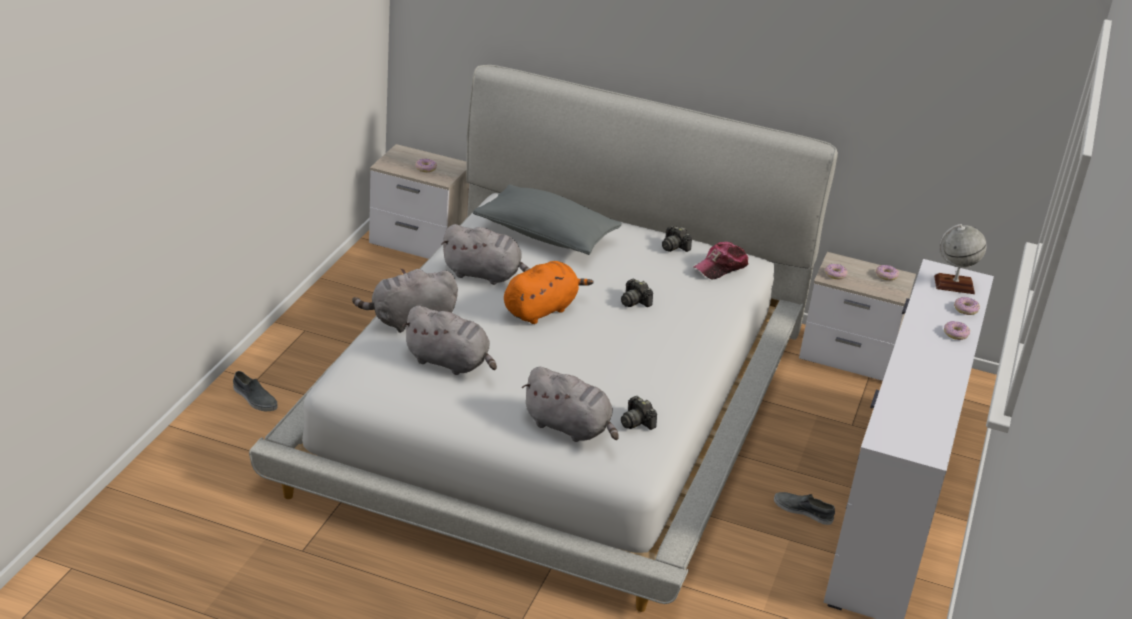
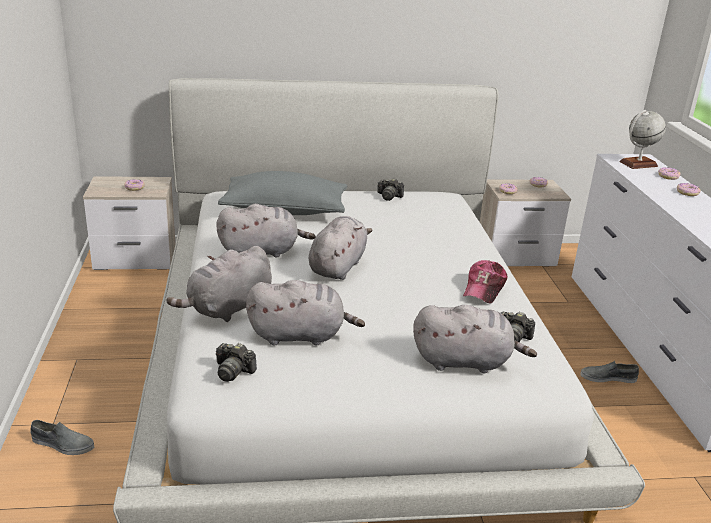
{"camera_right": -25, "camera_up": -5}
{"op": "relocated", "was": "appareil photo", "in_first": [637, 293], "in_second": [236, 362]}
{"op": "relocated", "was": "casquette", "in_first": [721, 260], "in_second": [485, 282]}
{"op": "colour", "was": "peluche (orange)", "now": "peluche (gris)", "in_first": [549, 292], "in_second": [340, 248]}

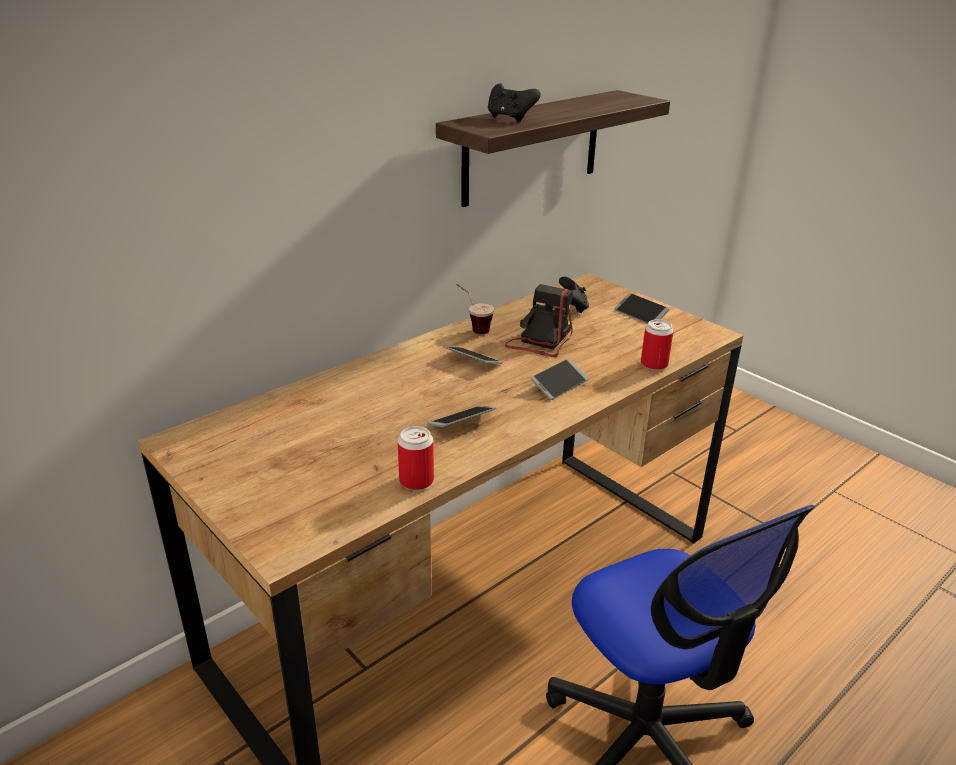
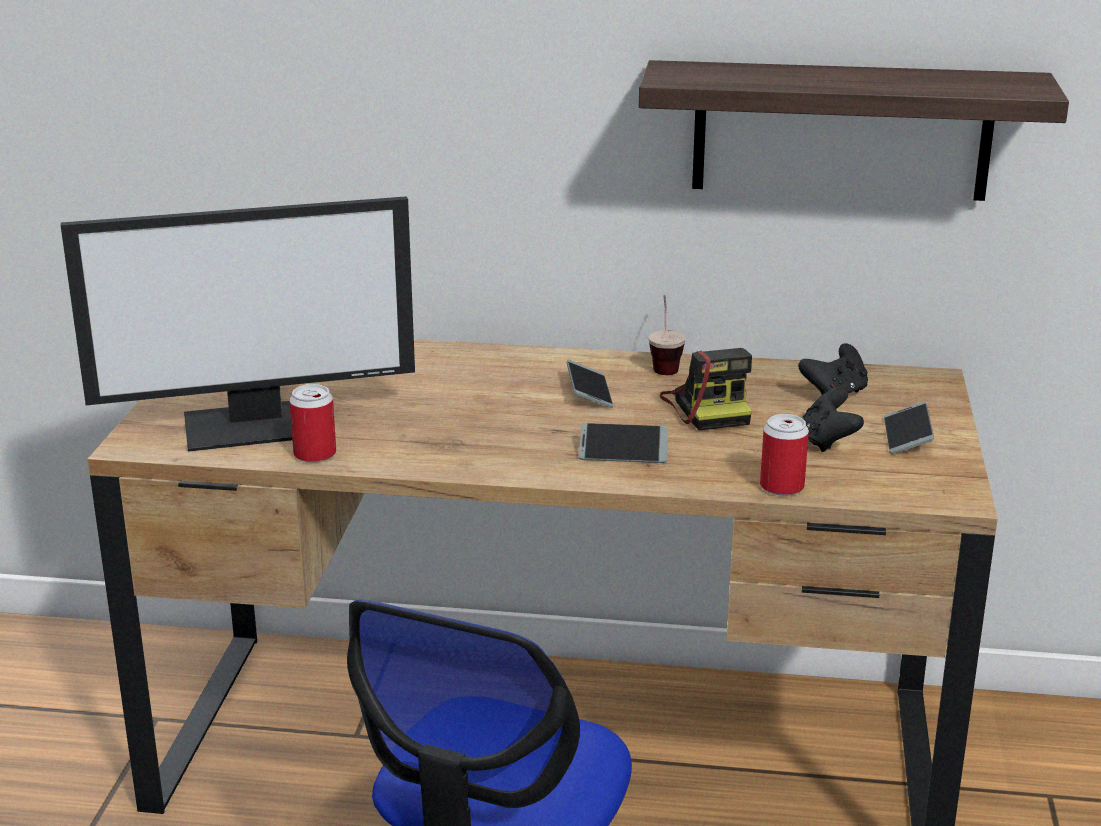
{"camera_right": 50, "camera_up": -5}
{"op": "missing", "was": "téléphone", "in_first": [462, 416]}
{"op": "appeared", "now": "écran d'ordinateur", "in_second": [238, 324]}
{"op": "relocated", "was": "manette (noir)", "in_first": [514, 102], "in_second": [833, 419]}
{"op": "spun", "was": "appareil photo", "in_first": [539, 320], "in_second": [706, 389], "clockwise": 90}

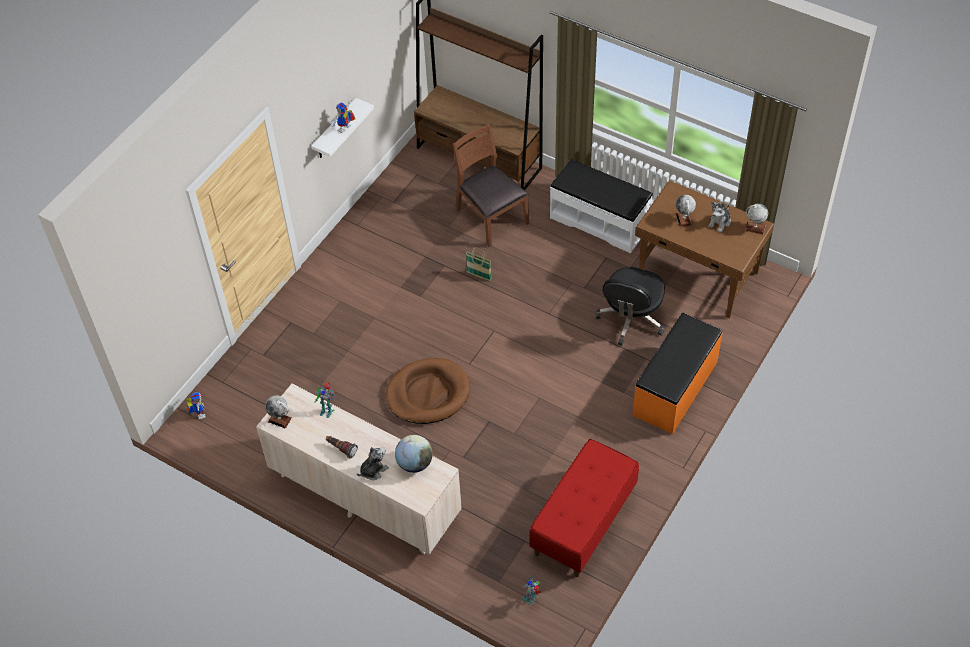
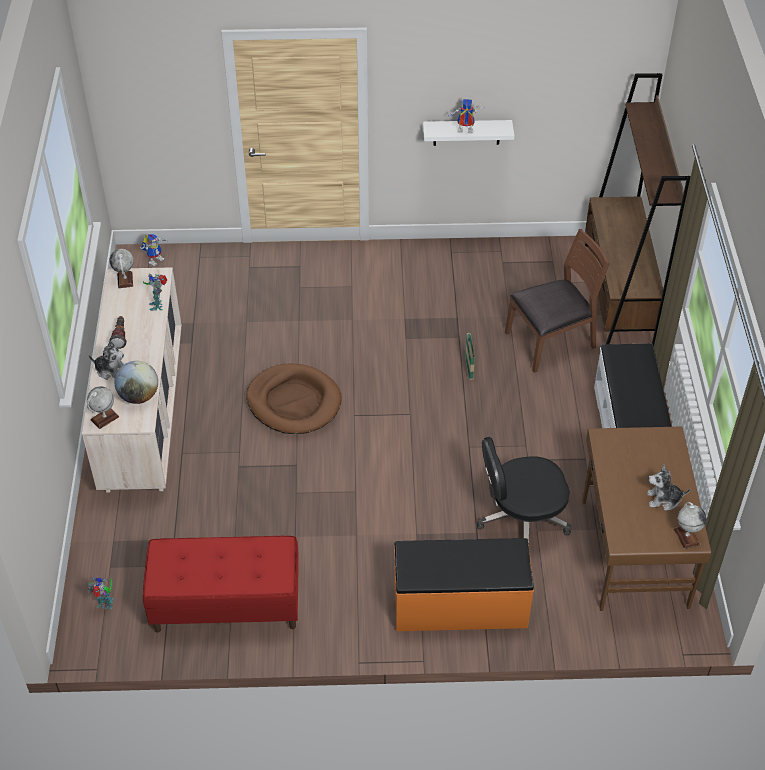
{"camera_right": 55, "camera_up": -5}
{"op": "relocated", "was": "globe", "in_first": [685, 211], "in_second": [103, 407]}
{"op": "spun", "was": "chaise (marron)", "in_first": [490, 185], "in_second": [557, 301], "clockwise": 45}

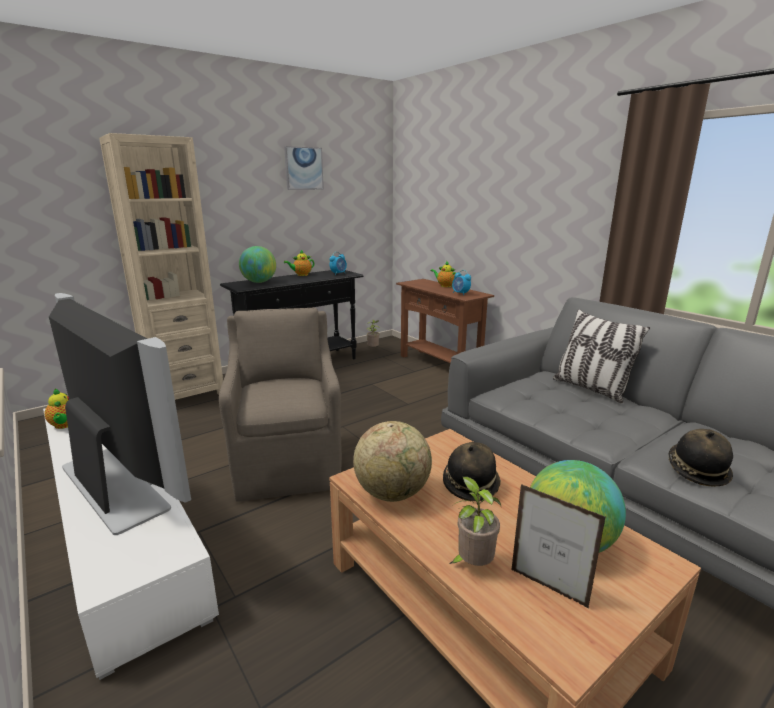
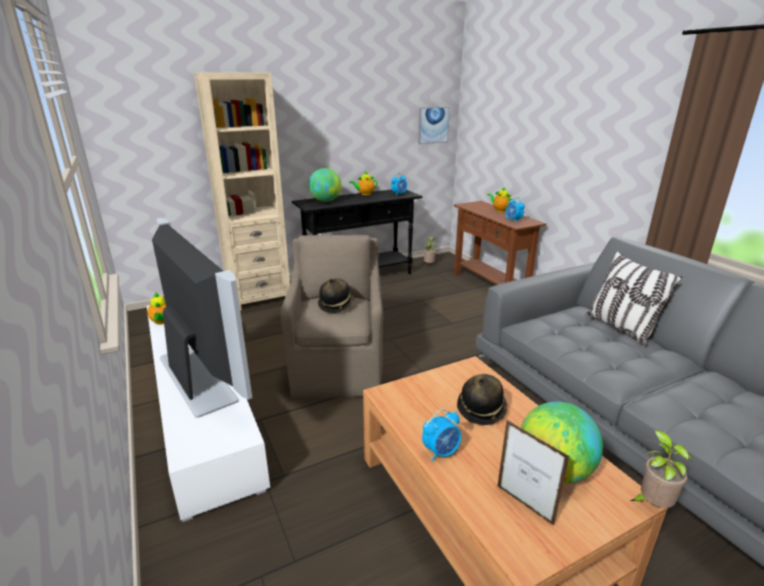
{"camera_right": 10, "camera_up": 5}
{"op": "missing", "was": "globe", "in_first": [392, 461]}
{"op": "appeared", "now": "réveil", "in_second": [441, 436]}
{"op": "relocated", "was": "tableau", "in_first": [304, 168], "in_second": [434, 126]}
{"op": "relocated", "was": "plante en pot", "in_first": [475, 521], "in_second": [661, 469]}
{"op": "relocated", "was": "chapeau", "in_first": [700, 458], "in_second": [336, 295]}

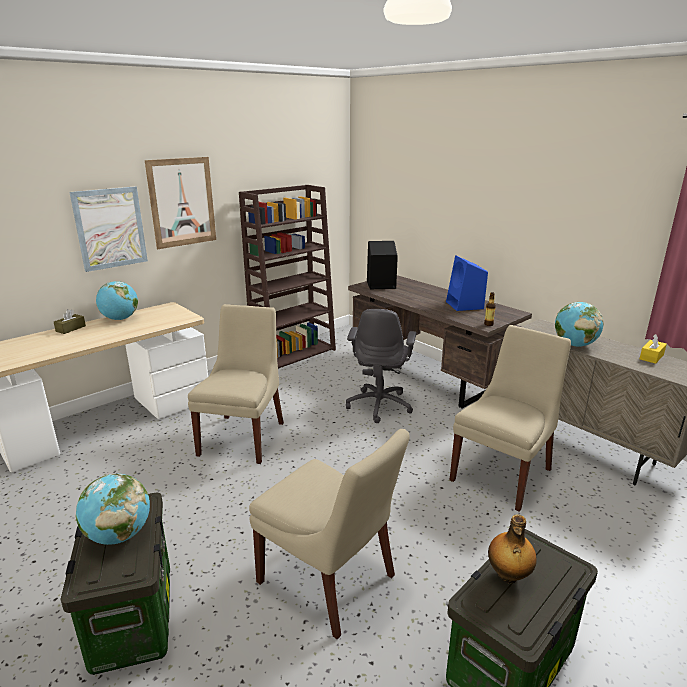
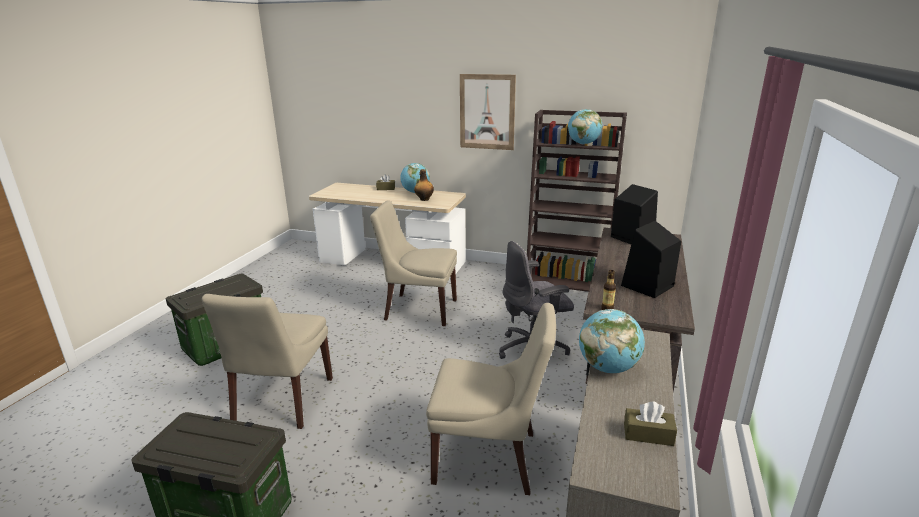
{"camera_right": 60, "camera_up": 0}
{"op": "missing", "was": "tableau", "in_first": [108, 229]}
{"op": "relocated", "was": "globe", "in_first": [113, 509], "in_second": [585, 126]}
{"op": "relocated", "was": "bouteille", "in_first": [512, 549], "in_second": [424, 185]}
{"op": "colour", "was": "enceinte (bleu)", "now": "enceinte (noir)", "in_first": [467, 283], "in_second": [651, 259]}
{"op": "colour", "was": "boîte à mouchoirs (jaune)", "now": "boîte à mouchoirs (marron)", "in_first": [653, 349], "in_second": [650, 424]}
{"op": "spun", "was": "chaise (beige)", "in_first": [236, 384], "in_second": [413, 263], "clockwise": -150}

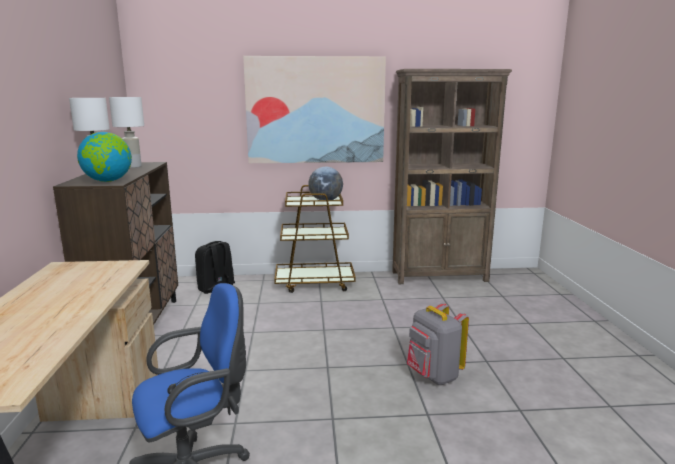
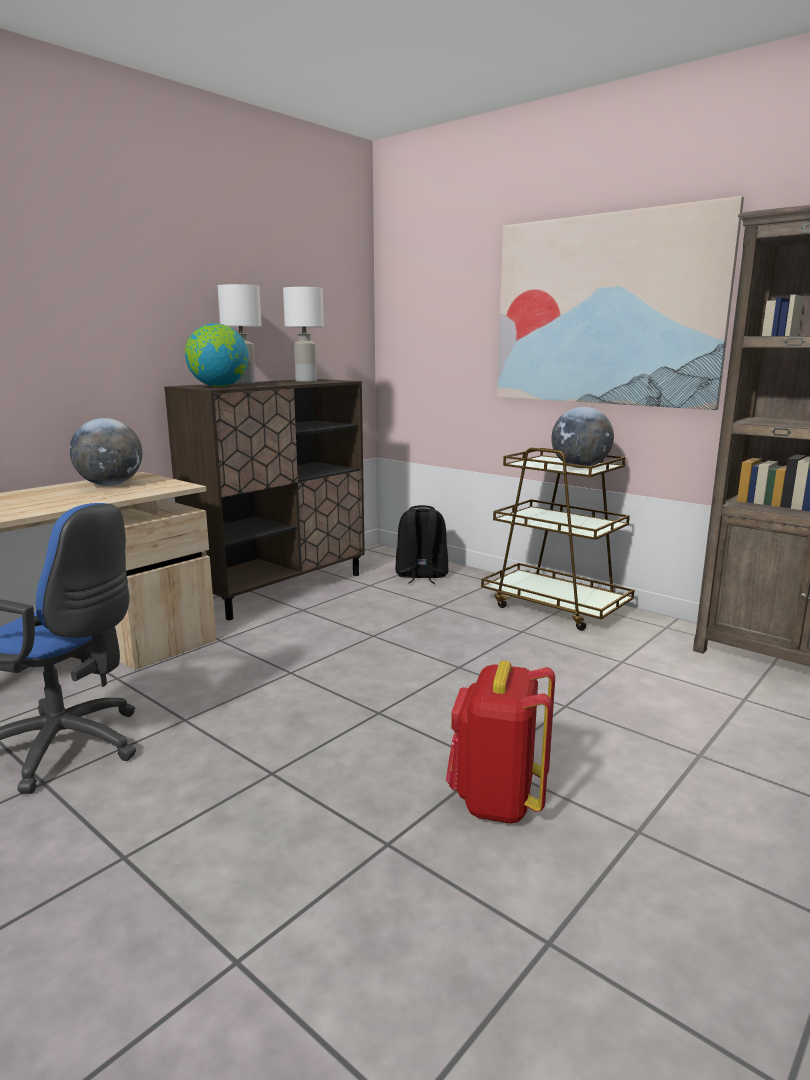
{"camera_right": 45, "camera_up": 0}
{"op": "appeared", "now": "globe", "in_second": [105, 452]}
{"op": "colour", "was": "sac à dos (gris)", "now": "sac à dos (rouge)", "in_first": [438, 344], "in_second": [500, 742]}

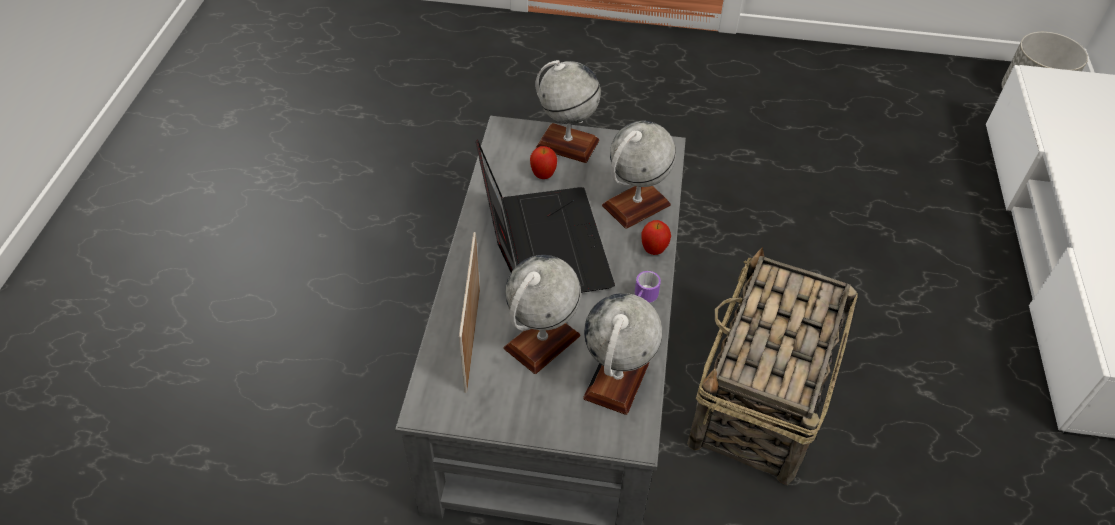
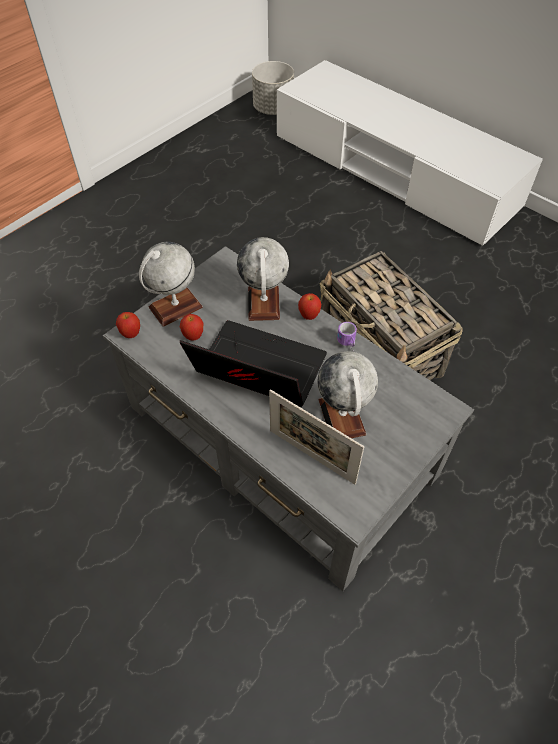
{"camera_right": -55, "camera_up": 5}
{"op": "missing", "was": "globe", "in_first": [623, 354]}
{"op": "appeared", "now": "pomme", "in_second": [128, 325]}

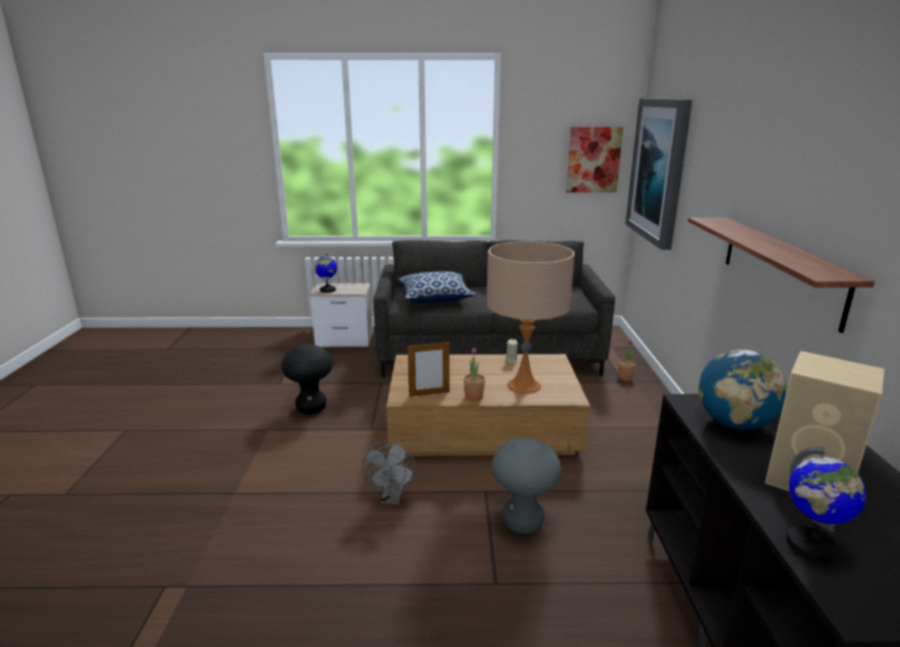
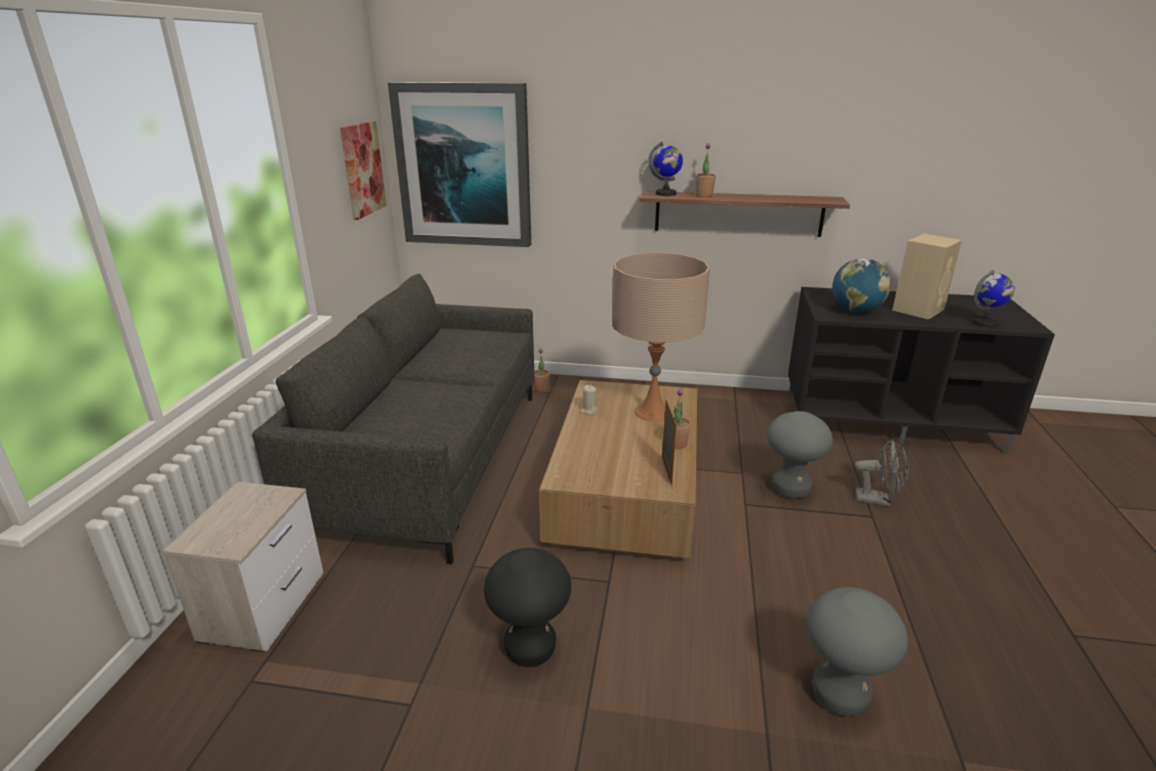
{"camera_right": -80, "camera_up": 5}
{"op": "missing", "was": "coussin", "in_first": [437, 287]}
{"op": "appeared", "now": "plante en pot", "in_second": [705, 170]}
{"op": "appeared", "now": "tabouret (gris)", "in_second": [857, 651]}
{"op": "relocated", "was": "globe", "in_first": [326, 273], "in_second": [665, 169]}
{"op": "relocated", "was": "ventilateur (gris)", "in_first": [389, 473], "in_second": [881, 472]}

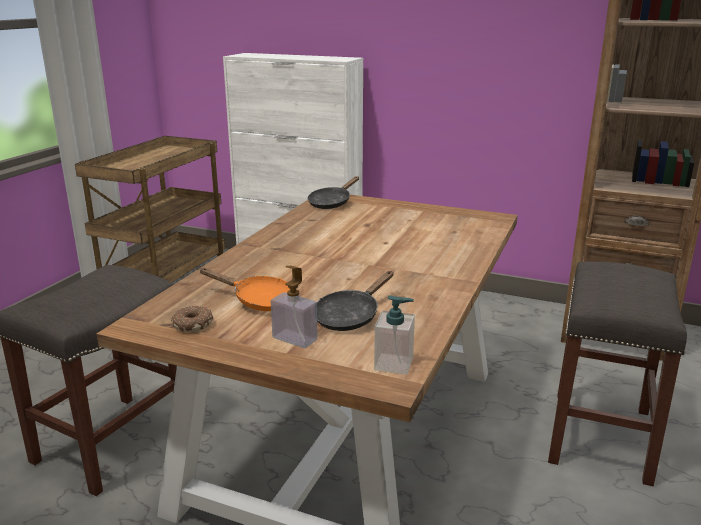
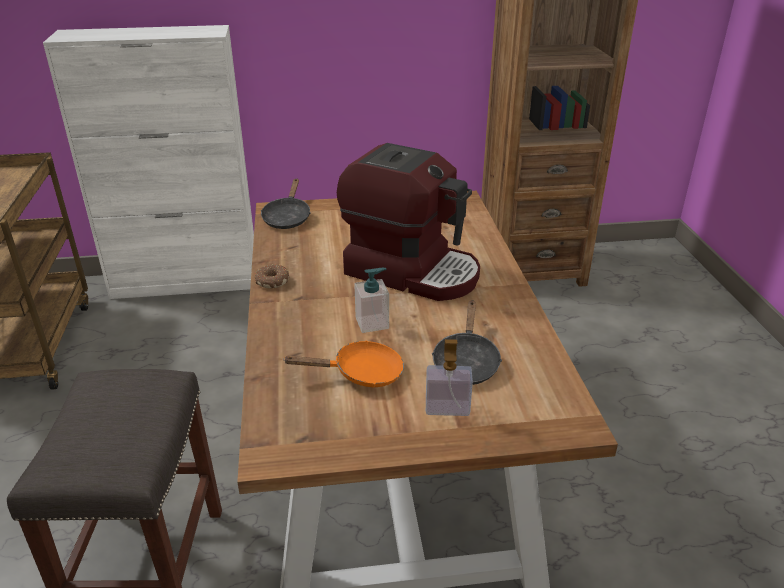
{"camera_right": -30, "camera_up": 10}
{"op": "missing", "was": "tabouret (gris)", "in_first": [617, 374]}
{"op": "appeared", "now": "machine à café", "in_second": [408, 222]}
{"op": "relocated", "was": "beignet", "in_first": [192, 318], "in_second": [272, 277]}
{"op": "relocated", "was": "distributeur de savon", "in_first": [394, 335], "in_second": [371, 300]}

